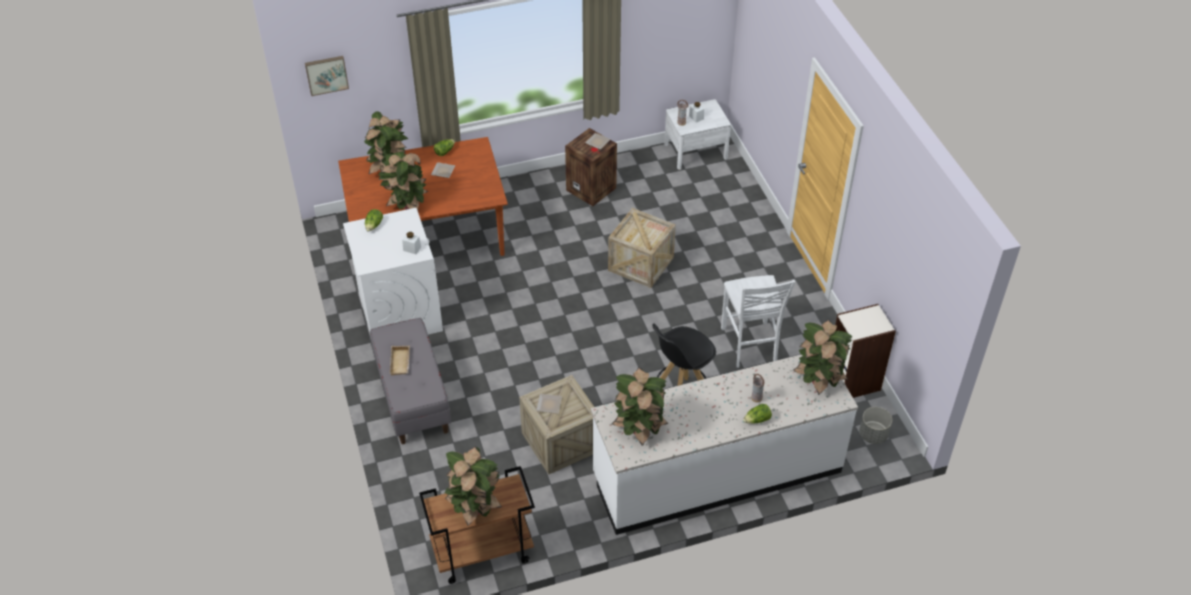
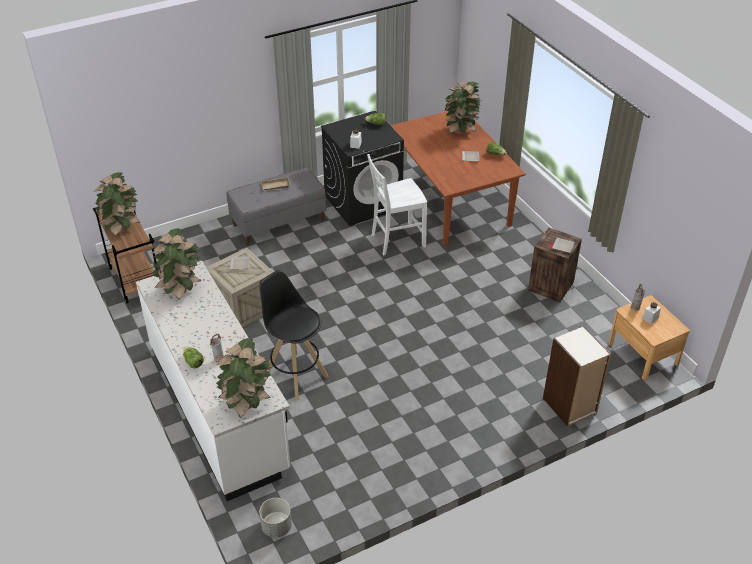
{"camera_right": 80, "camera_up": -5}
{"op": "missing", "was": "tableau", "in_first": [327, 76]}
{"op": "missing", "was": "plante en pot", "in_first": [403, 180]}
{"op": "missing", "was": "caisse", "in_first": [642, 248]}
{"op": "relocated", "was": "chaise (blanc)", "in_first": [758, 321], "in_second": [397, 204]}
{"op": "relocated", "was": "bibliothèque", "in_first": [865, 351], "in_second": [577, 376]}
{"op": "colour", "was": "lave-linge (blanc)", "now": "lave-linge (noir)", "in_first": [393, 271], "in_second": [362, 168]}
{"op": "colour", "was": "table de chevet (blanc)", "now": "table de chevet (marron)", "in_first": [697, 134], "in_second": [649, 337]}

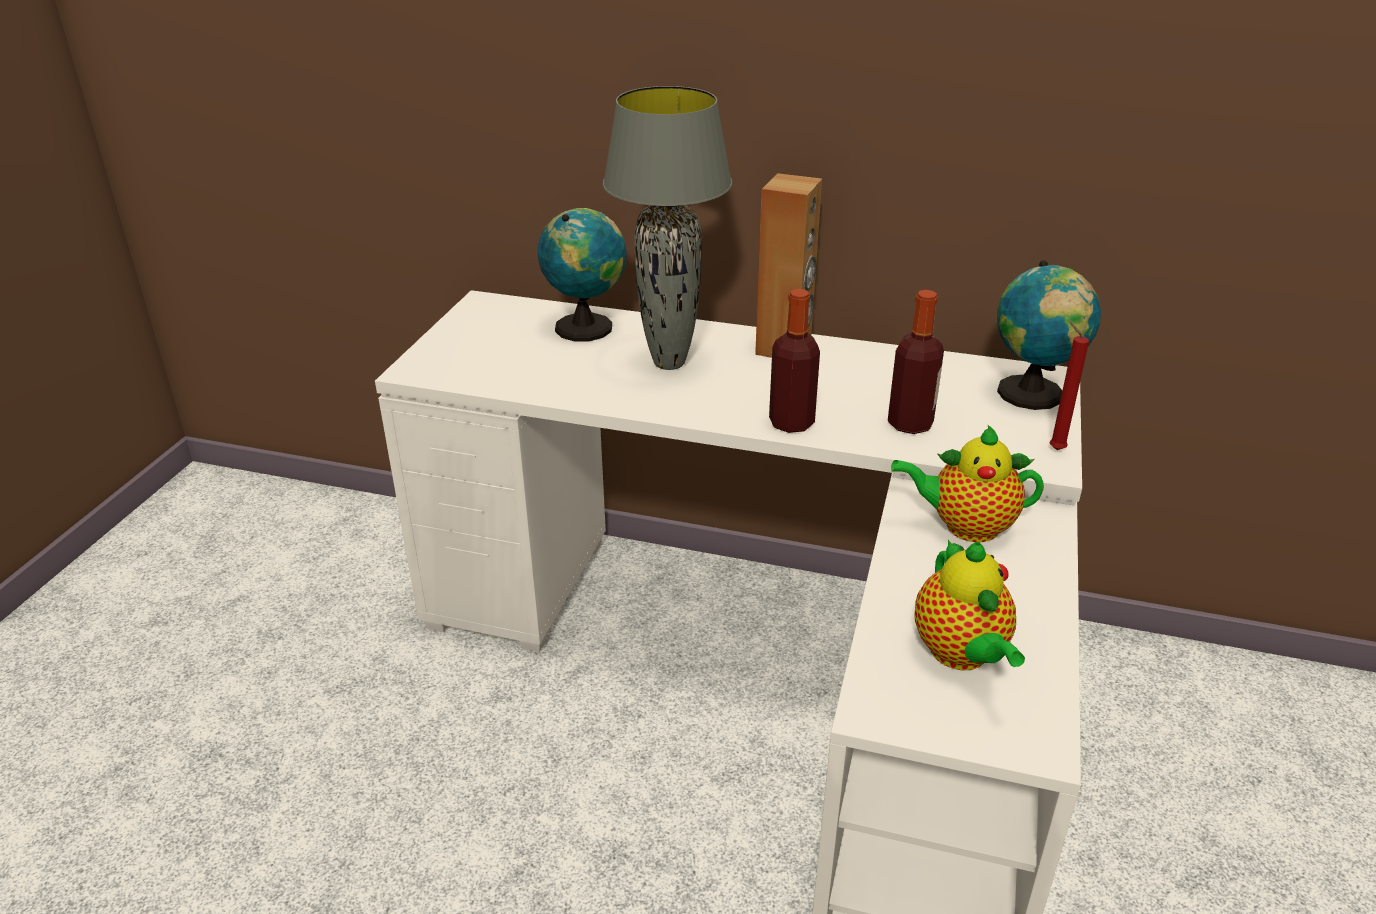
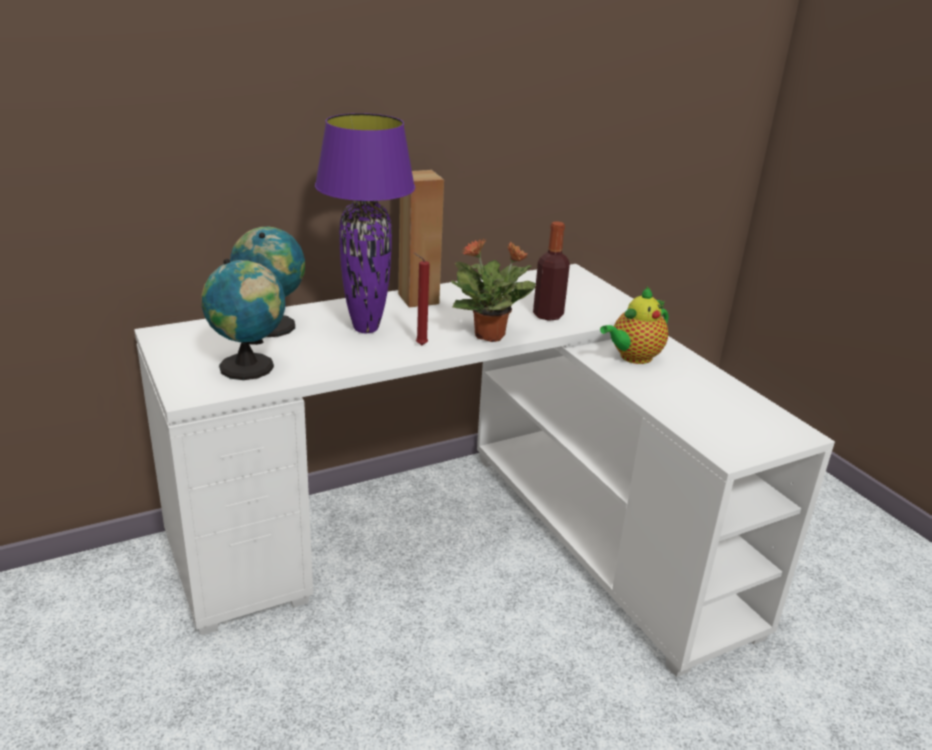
{"camera_right": -45, "camera_up": -5}
{"op": "missing", "was": "théière", "in_first": [969, 605]}
{"op": "relocated", "was": "globe", "in_first": [1049, 335], "in_second": [243, 319]}
{"op": "relocated", "was": "bougie (rouge)", "in_first": [1069, 386], "in_second": [422, 299]}
{"op": "exchanged", "was": "bouteille", "now": "plante en pot", "in_first": [794, 361], "in_second": [493, 290]}
{"op": "colour", "was": "lampe de table (gris)", "now": "lampe de table (violet)", "in_first": [667, 228], "in_second": [365, 223]}

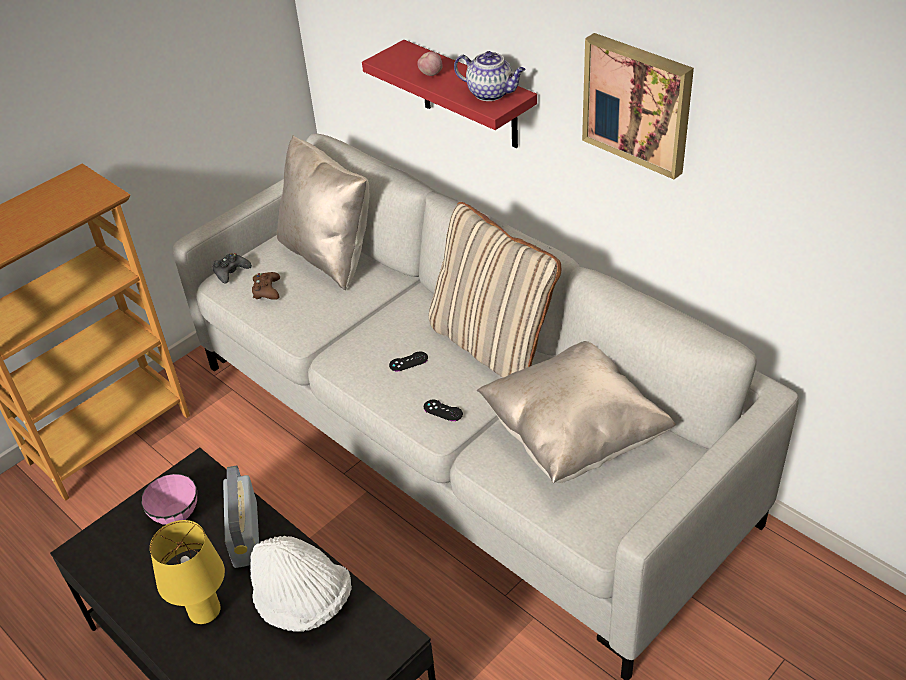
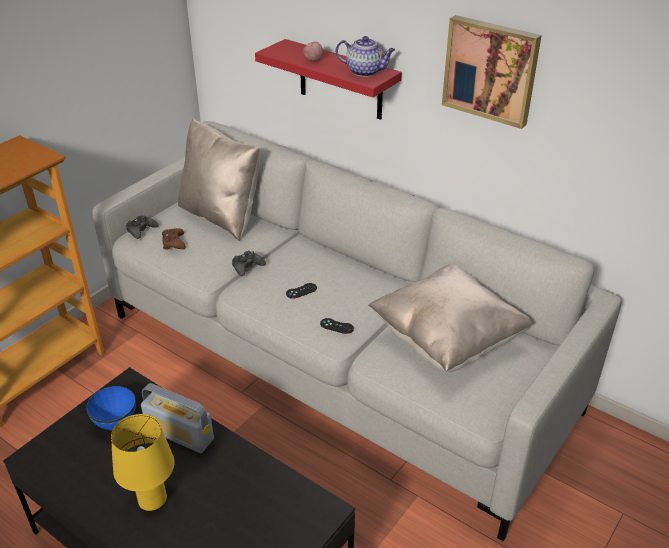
{"camera_right": -10, "camera_up": -5}
{"op": "missing", "was": "chapeau (blanc)", "in_first": [301, 584]}
{"op": "missing", "was": "coussin (beige)", "in_first": [495, 290]}
{"op": "appeared", "now": "manette (noir)", "in_second": [249, 263]}
{"op": "colour", "was": "bol (rose)", "now": "bol (bleu)", "in_first": [169, 499], "in_second": [111, 408]}
{"op": "spun", "was": "radio", "in_first": [241, 516], "in_second": [177, 418], "clockwise": -45}

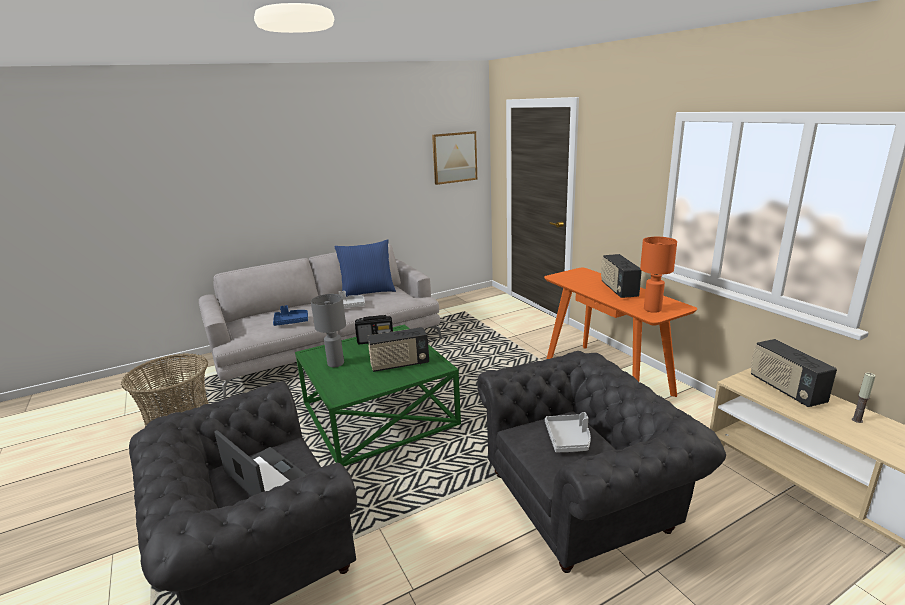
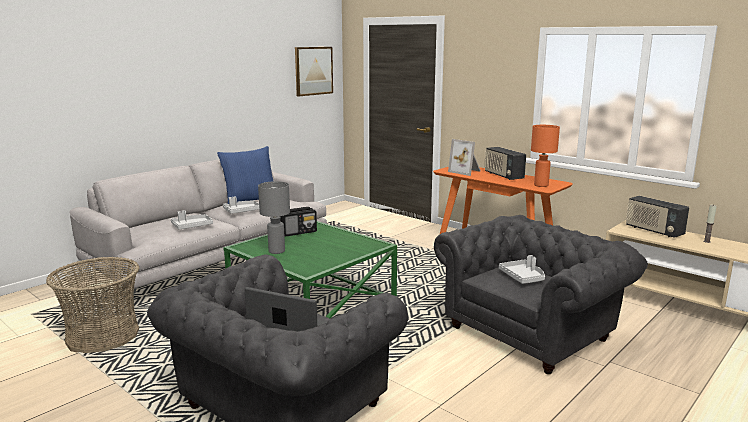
{"camera_right": -20, "camera_up": -5}
{"op": "missing", "was": "radio", "in_first": [398, 349]}
{"op": "appeared", "now": "cadre photo", "in_second": [464, 157]}
{"op": "colour", "was": "plateau (bleu)", "now": "plateau (gris)", "in_first": [290, 315], "in_second": [192, 220]}

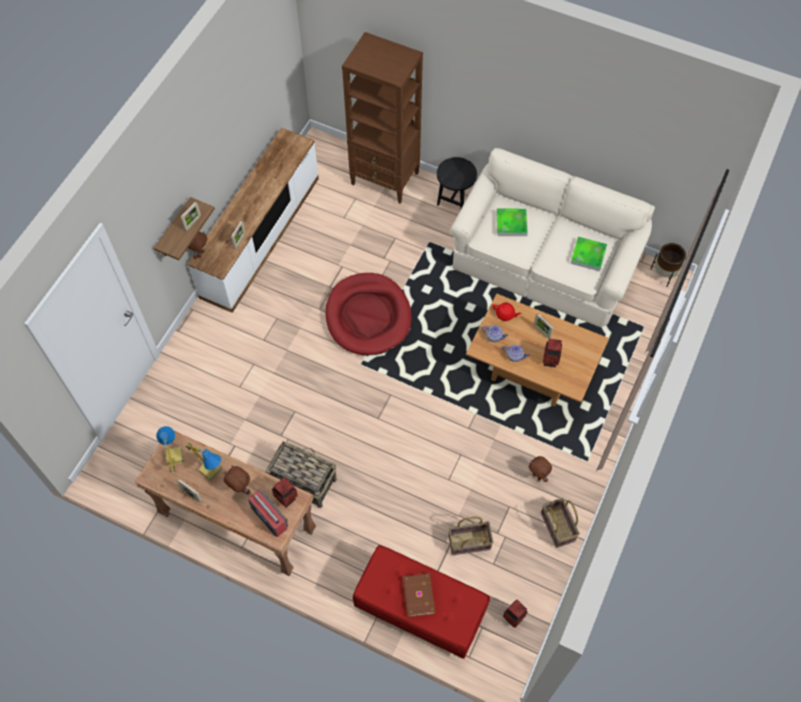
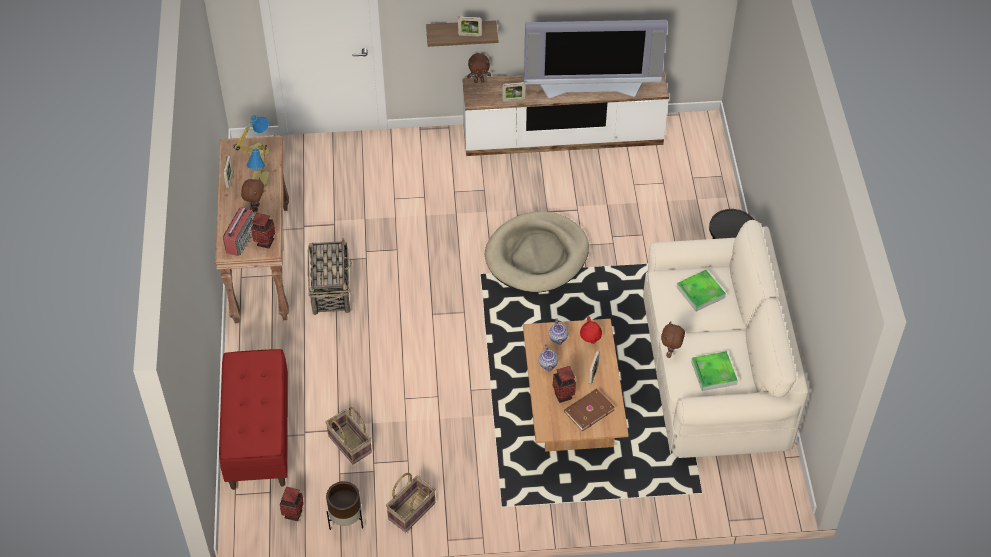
{"camera_right": 60, "camera_up": -10}
{"op": "missing", "was": "bibliothèque (marron)", "in_first": [382, 118]}
{"op": "appeared", "now": "téléviseur", "in_second": [596, 59]}
{"op": "relocated", "was": "livre (marron)", "in_first": [418, 595], "in_second": [589, 410]}
{"op": "relocated", "was": "peluche (marron)", "in_first": [540, 469], "in_second": [673, 339]}
{"op": "relocated", "was": "cache-pot (marron)", "in_first": [668, 265], "in_second": [344, 505]}
{"op": "colour", "was": "panier pour chien (rouge)", "now": "panier pour chien (beige)", "in_first": [369, 314], "in_second": [537, 252]}

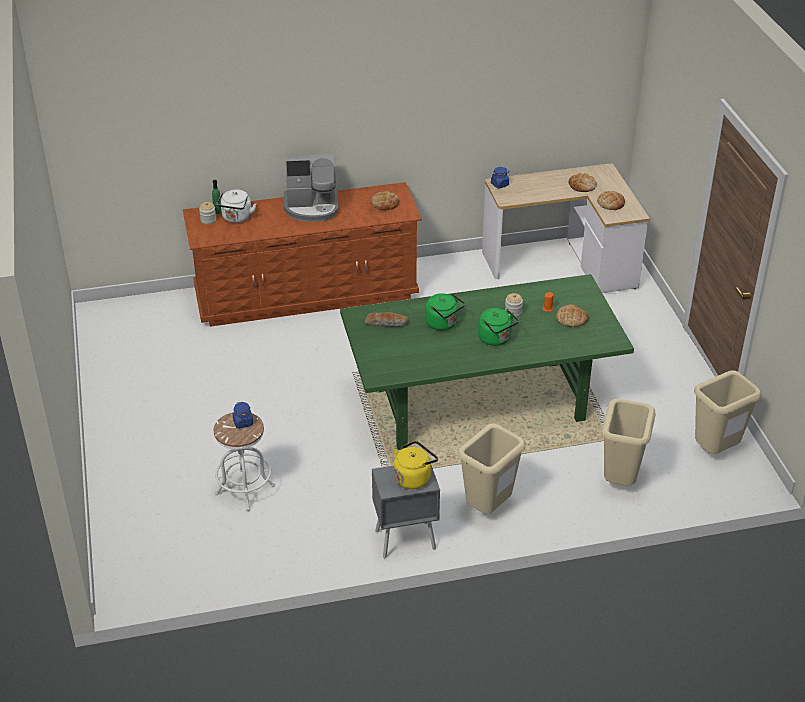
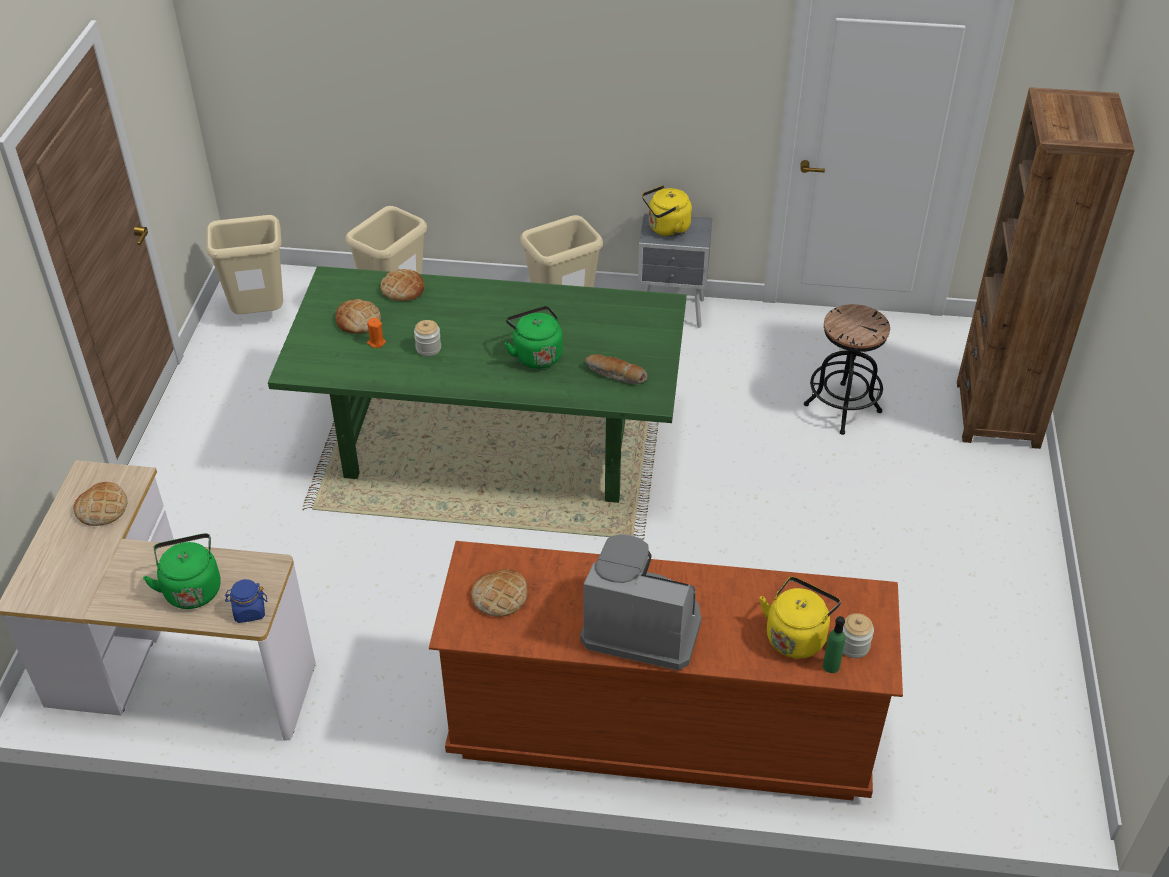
{"camera_right": -160, "camera_up": 5}
{"op": "missing", "was": "bocal (bleu)", "in_first": [243, 415]}
{"op": "appeared", "now": "bibliothèque (marron)", "in_second": [1046, 268]}
{"op": "relocated", "was": "bouilloire (vert)", "in_first": [498, 327], "in_second": [182, 571]}
{"op": "relocated", "was": "pain", "in_first": [583, 182], "in_second": [403, 285]}
{"op": "colour", "was": "tabouret (blanc)", "now": "tabouret (noir)", "in_first": [244, 461], "in_second": [847, 369]}
{"op": "colour", "was": "bouilloire (blanc)", "now": "bouilloire (jaune)", "in_first": [236, 206], "in_second": [800, 617]}

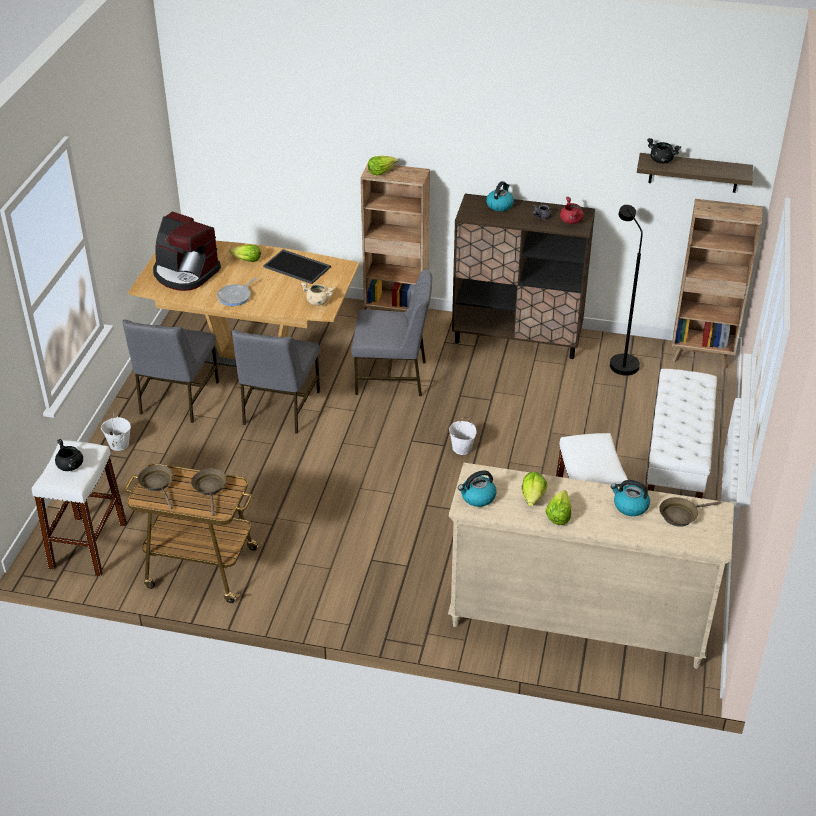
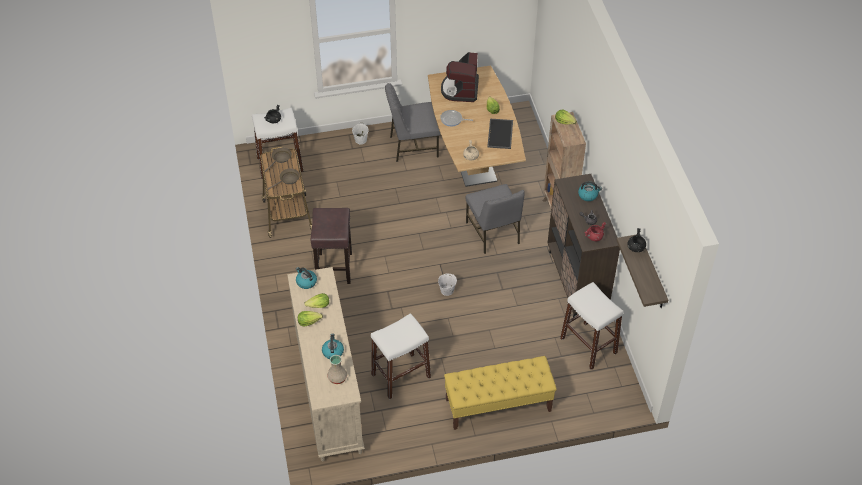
{"camera_right": 65, "camera_up": 10}
{"op": "missing", "was": "chaise (gris)", "in_first": [276, 381]}
{"op": "missing", "was": "bibliothèque (marron)", "in_first": [717, 284]}
{"op": "appeared", "now": "tabouret (marron)", "in_second": [331, 246]}
{"op": "exchanged", "was": "lampadaire (noir)", "now": "tabouret (blanc)", "in_first": [626, 290], "in_second": [592, 326]}
{"op": "exchanged", "was": "poêle (marron)", "now": "vase (beige)", "in_first": [690, 512], "in_second": [337, 369]}
{"op": "colour", "was": "banc (blanc)", "now": "banc (jaune)", "in_first": [682, 433], "in_second": [500, 393]}

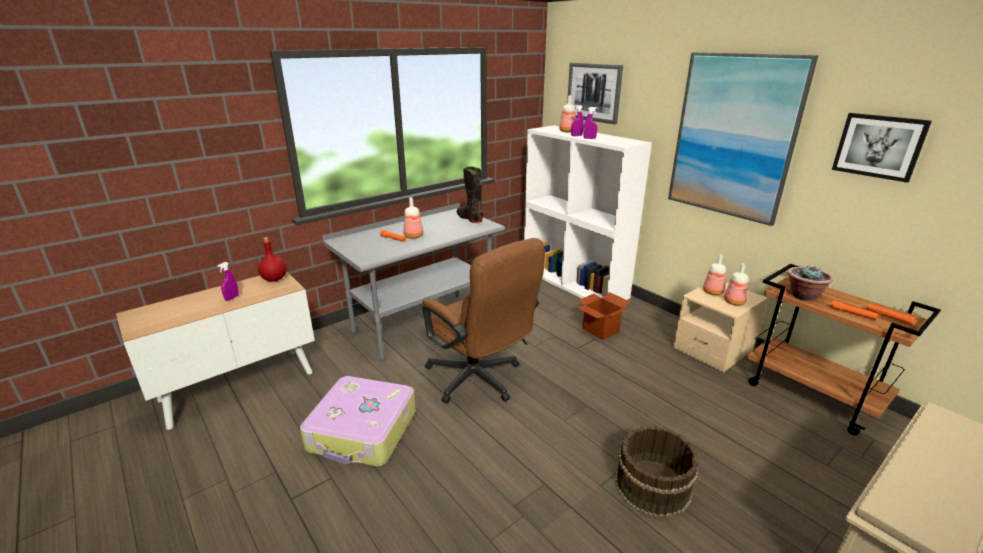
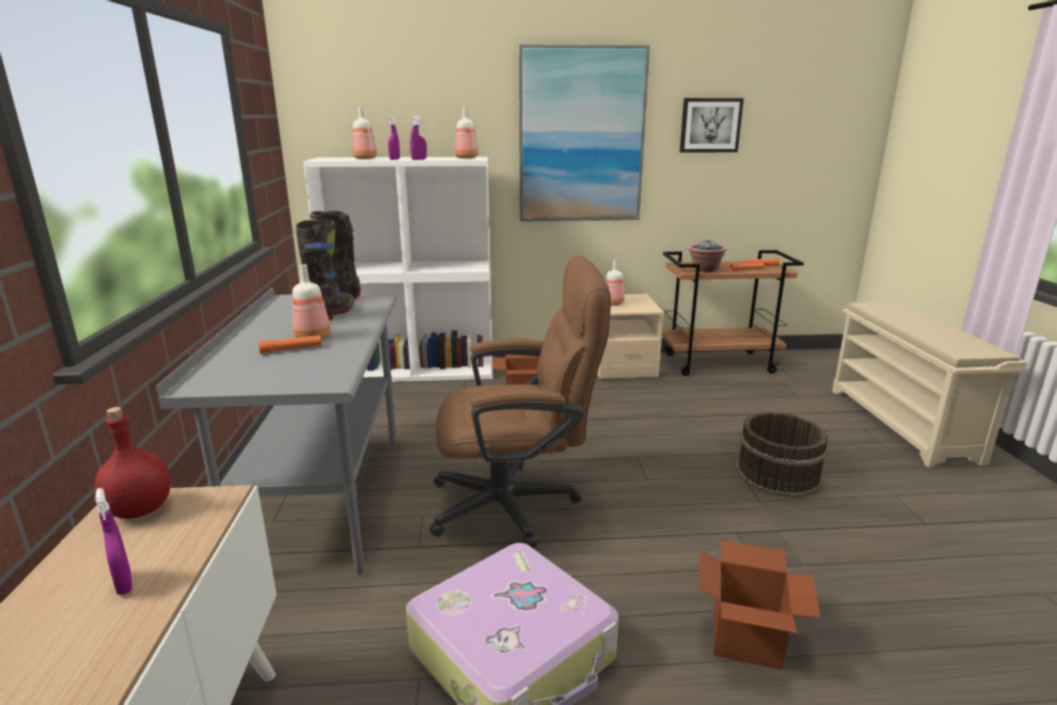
{"camera_right": -55, "camera_up": -5}
{"op": "missing", "was": "tableau", "in_first": [595, 93]}
{"op": "appeared", "now": "botte (noir)", "in_second": [325, 270]}
{"op": "appeared", "now": "carton", "in_second": [760, 605]}
{"op": "relocated", "was": "bouteille", "in_first": [736, 284], "in_second": [466, 132]}

